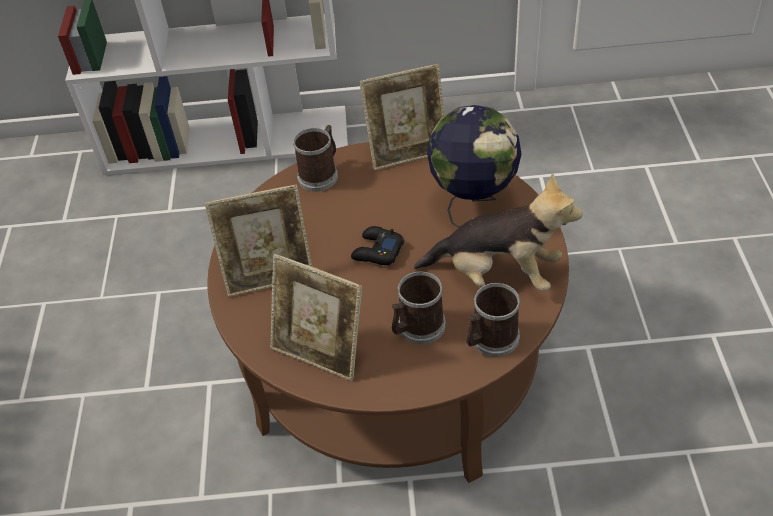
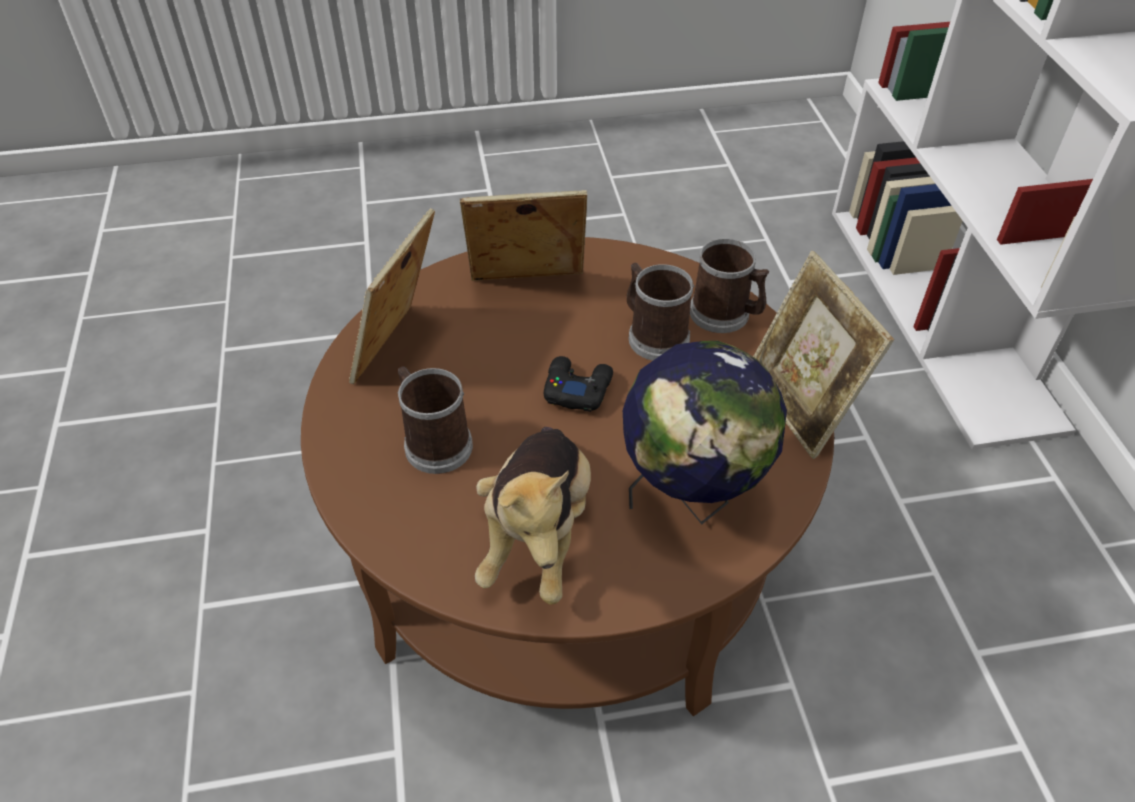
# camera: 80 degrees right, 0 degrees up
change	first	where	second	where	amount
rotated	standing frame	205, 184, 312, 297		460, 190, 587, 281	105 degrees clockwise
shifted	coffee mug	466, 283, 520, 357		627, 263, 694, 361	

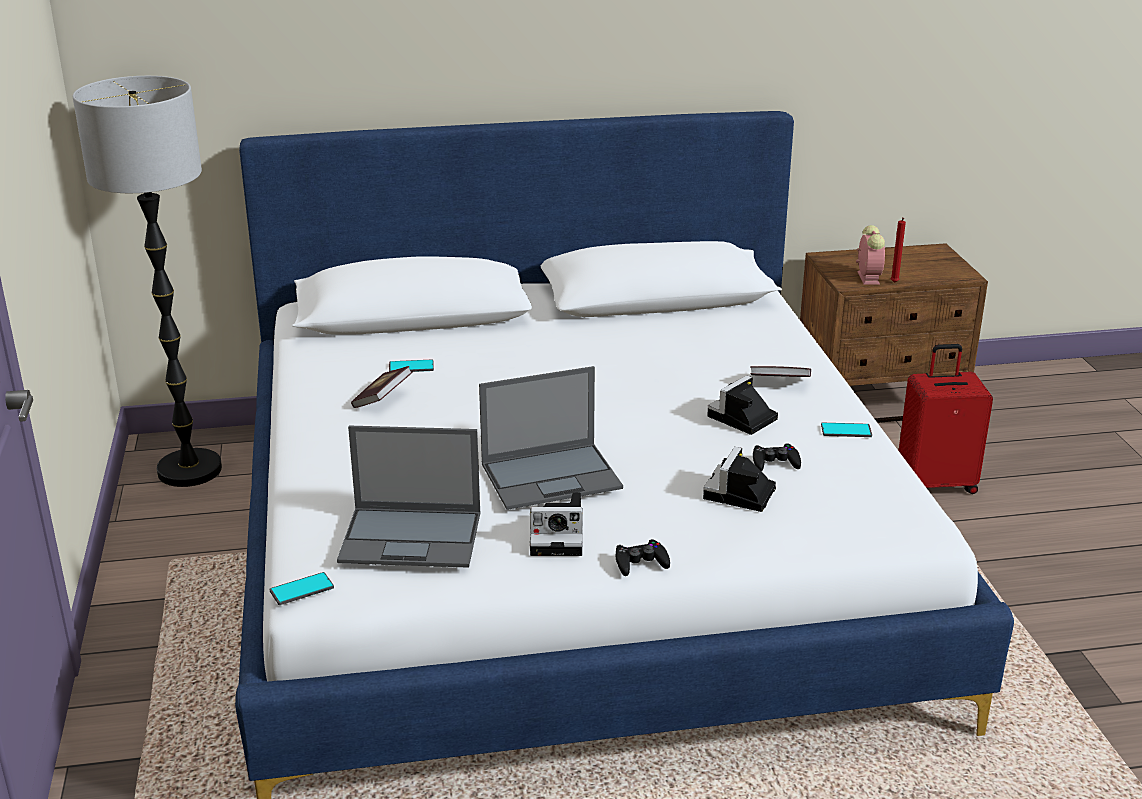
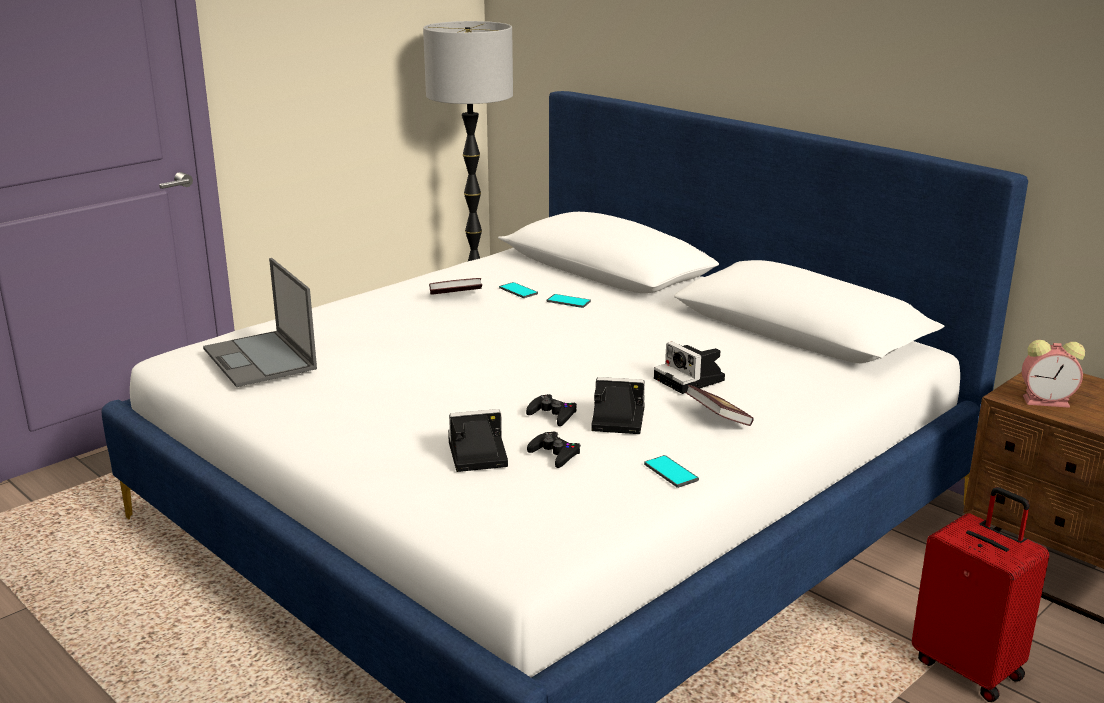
# camera: 55 degrees right, 5 degrees down
change	first	where	second	where	amount
shifted	blackish gamepad	616, 539, 670, 576		526, 394, 577, 426	
shifted	phone	270, 572, 334, 605		547, 294, 591, 308	
shifted	still camera	530, 492, 583, 556		654, 341, 725, 394	
rotated	bedside clock	856, 225, 885, 285		1022, 340, 1085, 408	45 degrees clockwise
gone	portable computer	479, 366, 623, 510			
gone	red-coloured candle	890, 217, 906, 283			

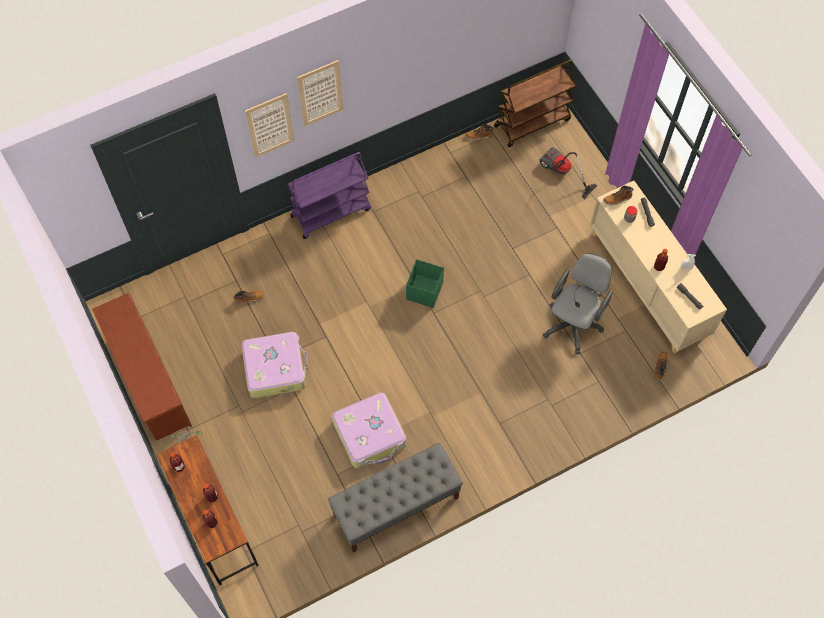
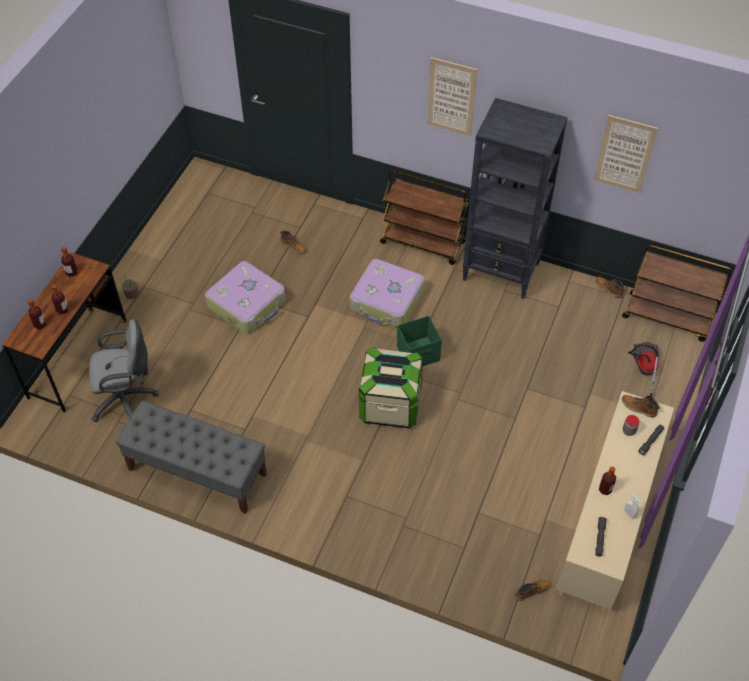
# camera: 50 degrees right, 10 degrees down
change	first	where	second	where	amount
shifted	gray office chair	543, 253, 613, 354		89, 319, 159, 422	
shifted	piece of luggage	332, 393, 406, 468		350, 259, 425, 328	
new			storage bin	359, 347, 423, 429	
repainted	purplish trolley	288, 152, 371, 239	brown trolley	380, 170, 469, 265	
new			blackish bookcase	463, 98, 568, 299	
shifted	wall picture	245, 93, 294, 158		594, 115, 658, 193	
gone	brown shoe stand	92, 293, 192, 441			

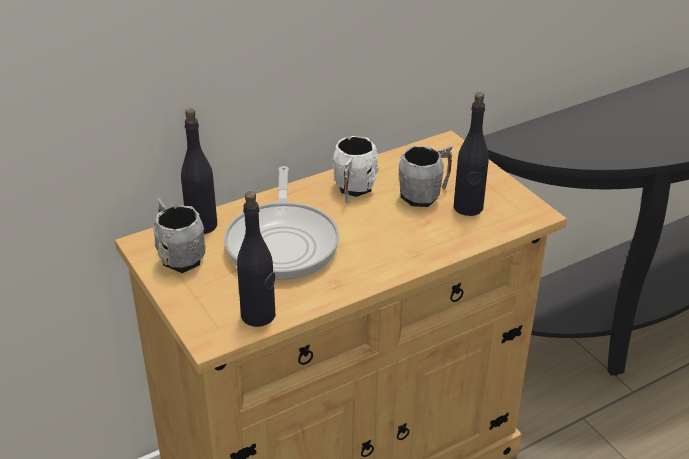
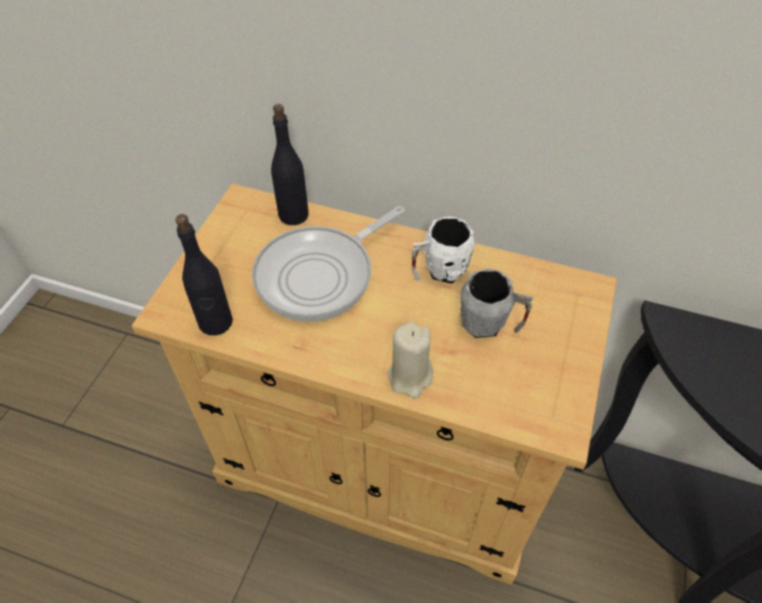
# camera: 50 degrees right, 15 degrees up
change	first	where	second	where	amount
new			sand-coloured candle	387, 321, 433, 398	
gone	gray coffee mug	153, 198, 205, 273			
gone	blackish drink bottle	454, 92, 489, 216			

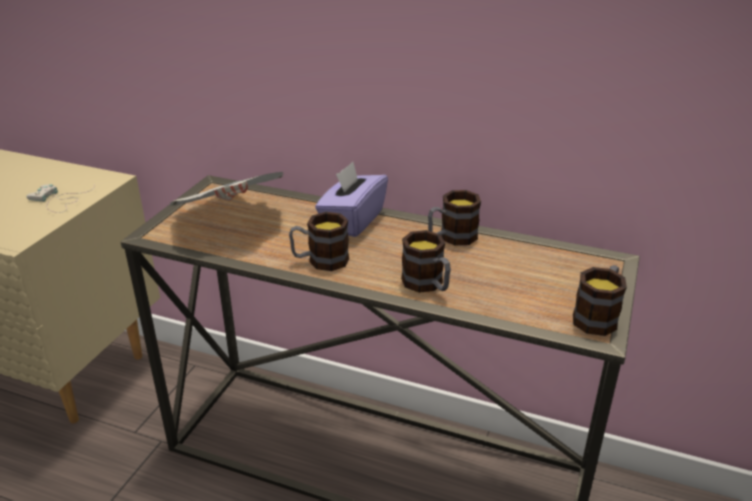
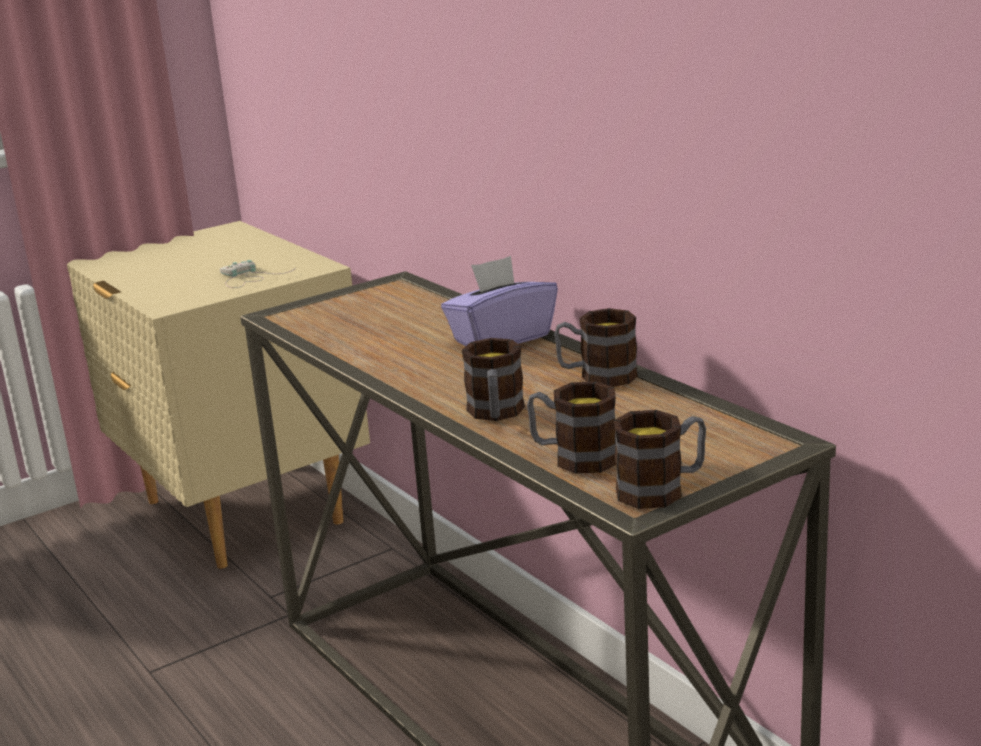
# camera: 35 degrees right, 10 degrees down
change	first	where	second	where	amount
shifted	coffee mug	289, 212, 349, 271		527, 381, 616, 474	
gone	printed paper	170, 172, 284, 206			

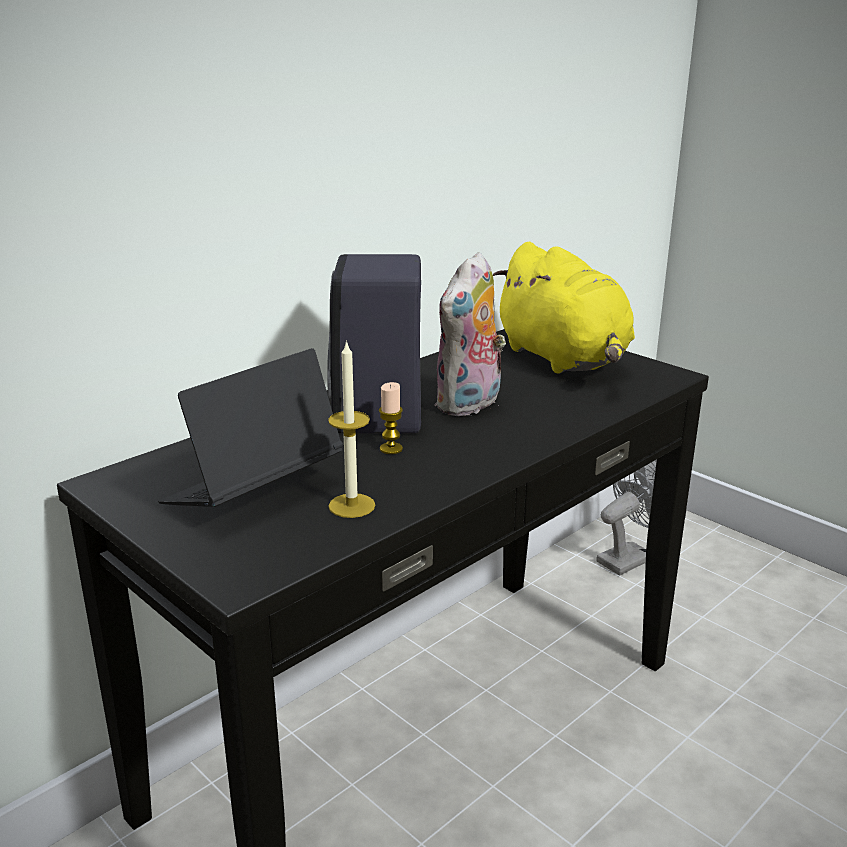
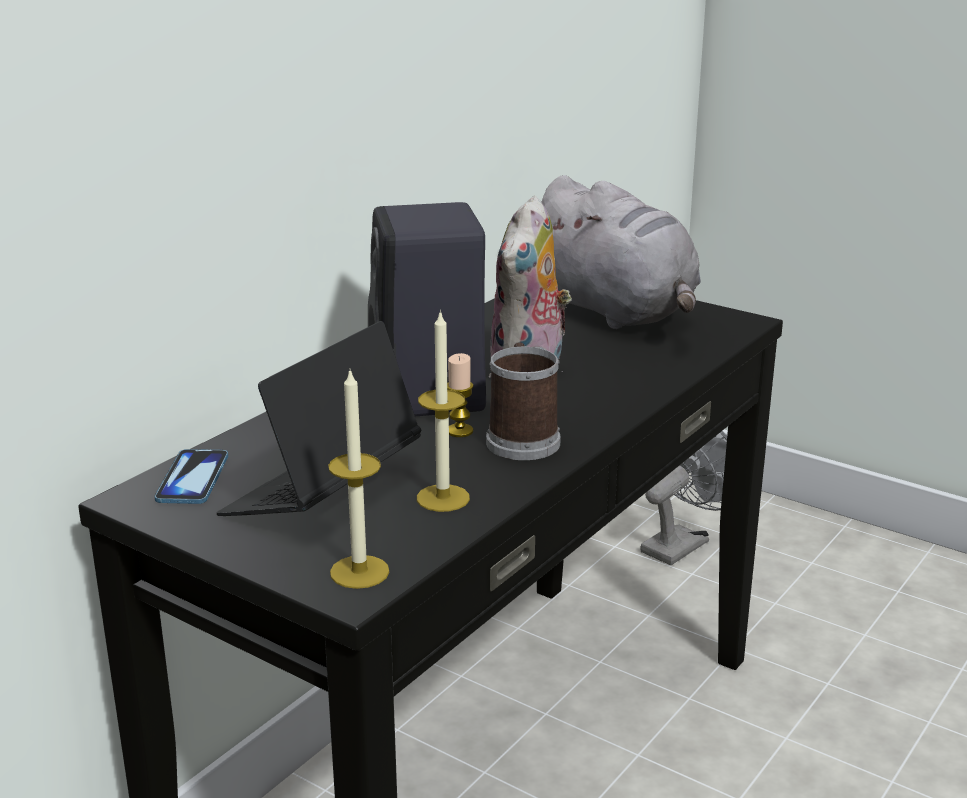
# camera: 10 degrees left, 0 degrees up
change	first	where	second	where	amount
new			phone	154, 449, 228, 504	
new			candle	328, 370, 389, 589	
new			coffee mug	486, 342, 561, 460	
repainted	yellow-coloured plush toy	493, 242, 635, 374	gray plush toy	542, 175, 701, 329	

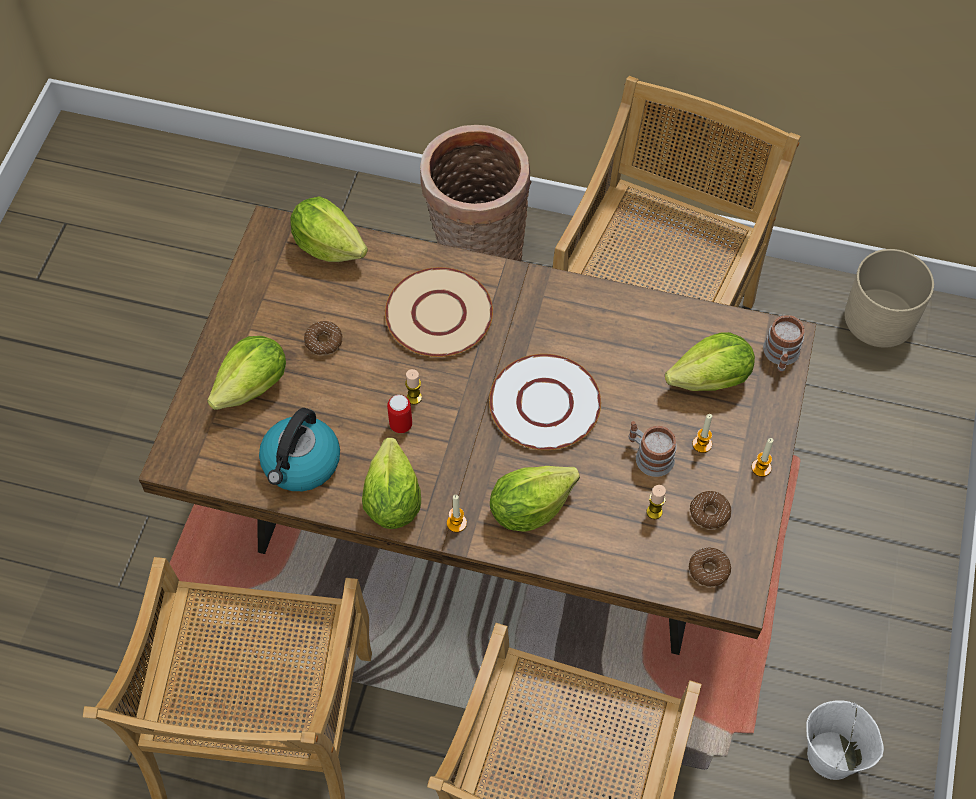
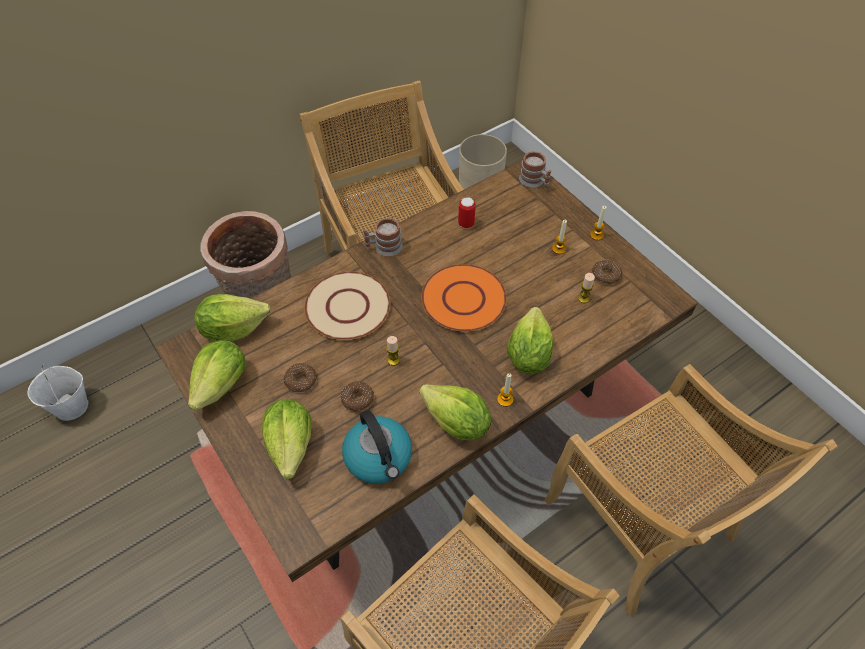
# camera: 50 degrees left, 5 degrees down
change	first	where	second	where	amount
shifted	white-coloured pail	806, 700, 884, 780		28, 364, 88, 421	
shifted	lettuce head	665, 332, 755, 391		188, 340, 245, 411	
shifted	ring doughnut	689, 548, 731, 587		341, 381, 374, 411	
shifted	coffee mug	629, 421, 677, 477		363, 218, 402, 256	
repainted	white-coloured plate	489, 354, 601, 450	orange-coloured plate	421, 264, 507, 332	
shifted	can	387, 395, 412, 433		458, 197, 476, 228	

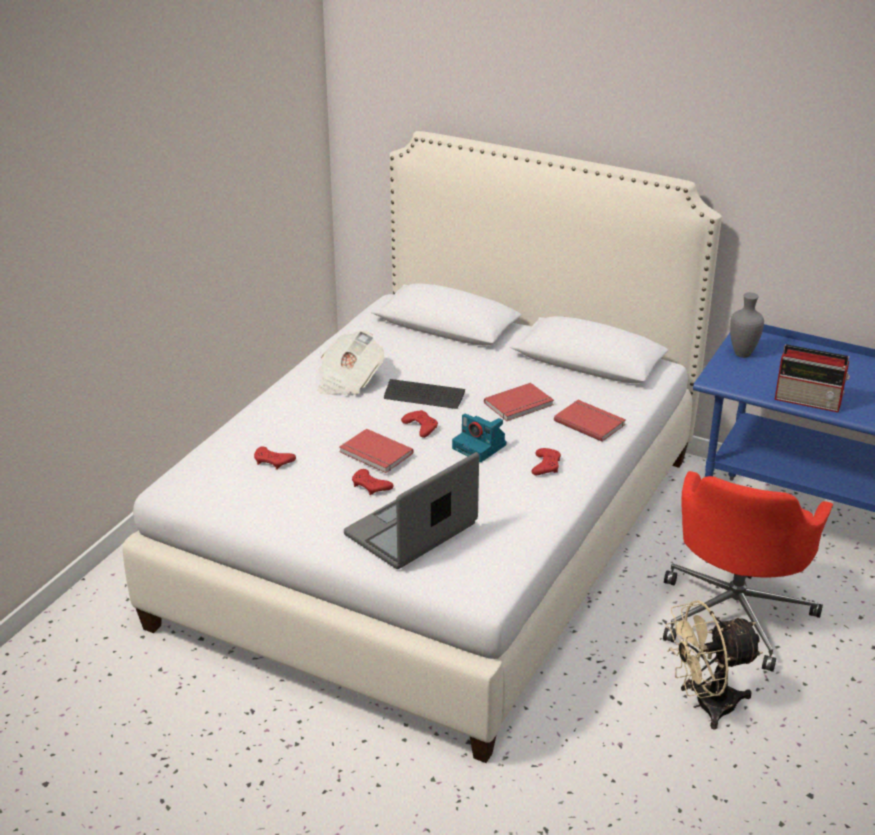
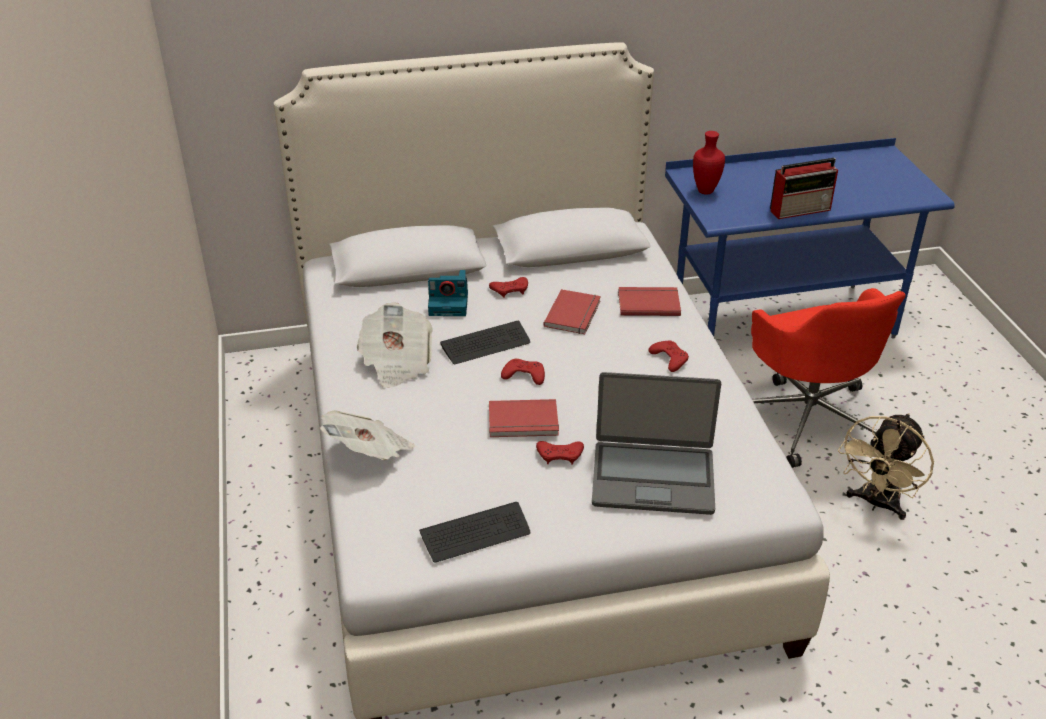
# camera: 40 degrees left, 5 degrees up
change	first	where	second	where	amount
new			printed paper	320, 410, 415, 460	
new			computer keyboard	419, 502, 530, 563	
shifted	still camera	452, 413, 507, 462		428, 270, 468, 316	
shifted	red-coloured gamepad	254, 447, 296, 470		489, 277, 528, 298	
rotated	portable computer	344, 452, 479, 569		592, 372, 721, 515	90 degrees counterclockwise
repainted	gray vase	730, 292, 764, 358	red-coloured vase	693, 131, 725, 194	

